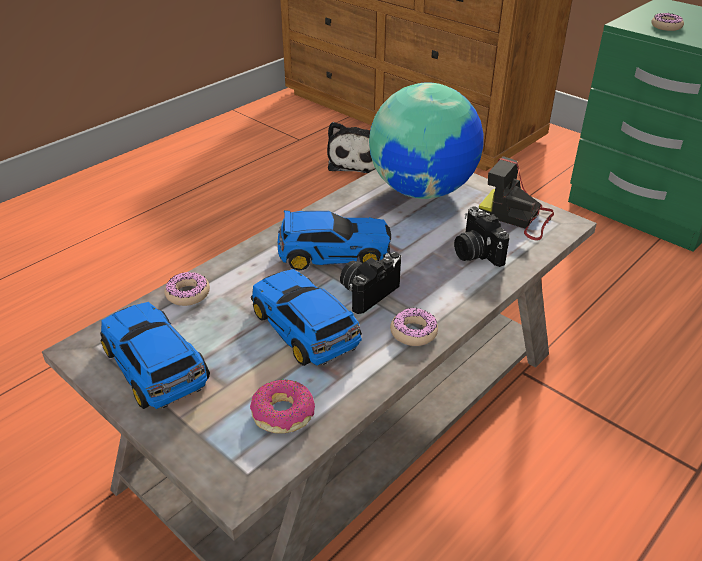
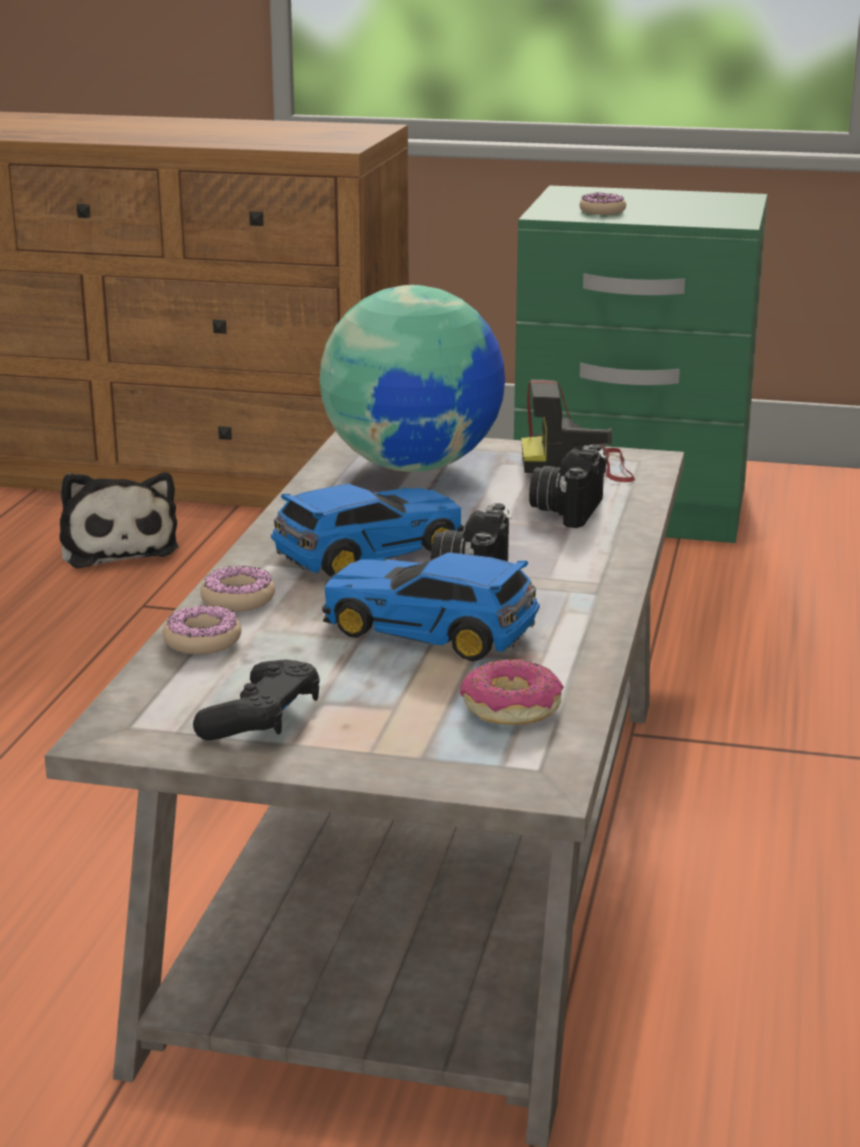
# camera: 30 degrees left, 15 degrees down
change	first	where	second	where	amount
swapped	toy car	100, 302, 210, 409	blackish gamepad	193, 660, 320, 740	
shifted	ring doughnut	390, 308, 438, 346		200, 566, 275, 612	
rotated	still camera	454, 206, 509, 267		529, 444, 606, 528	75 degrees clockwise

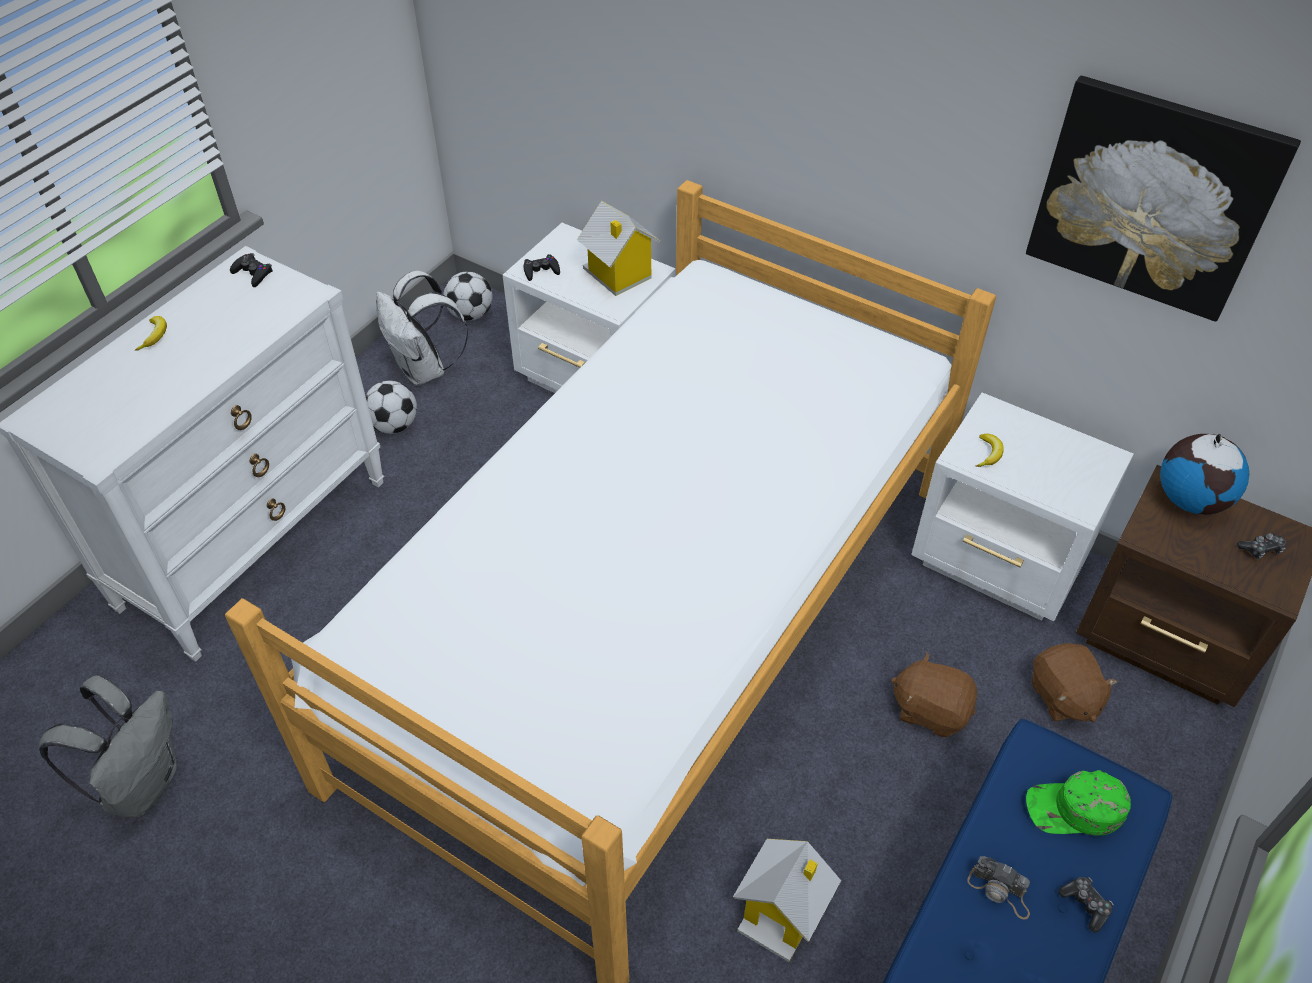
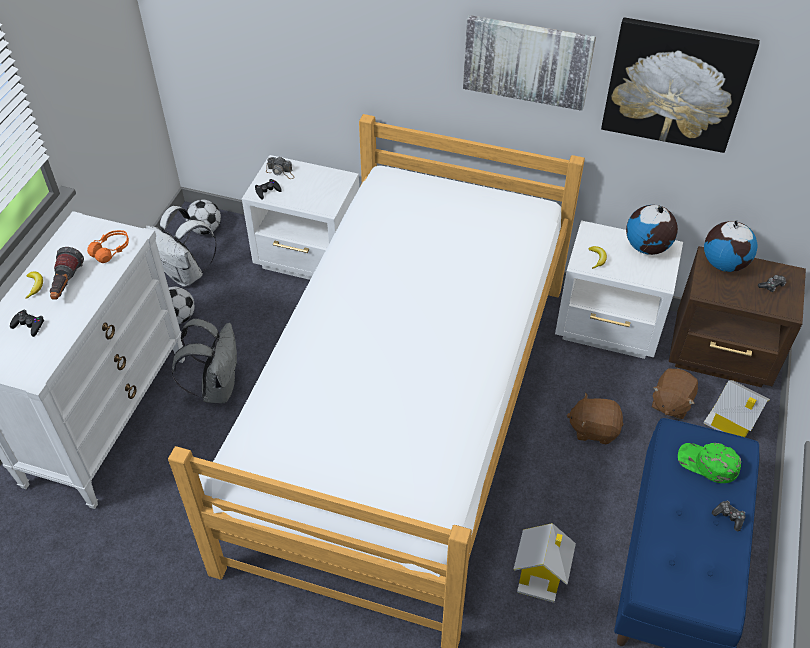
# camera: 15 degrees left, 0 degrees up
change	first	where	second	where	amount
shifted	blackish gamepad	230, 253, 273, 287		10, 310, 44, 337	
new			torch	50, 247, 84, 300	
new			orange-coloured headset	87, 230, 129, 263	
shifted	gray knapsack	39, 675, 177, 817		172, 319, 238, 403	
shifted	still camera	967, 856, 1030, 919		266, 157, 294, 179	
new			wall picture	463, 15, 596, 111	
new			desk globe	626, 205, 678, 255	
rotated	brown plush toy	1032, 643, 1118, 722		652, 368, 698, 419	60 degrees clockwise
rotated	green peaked cap	1026, 770, 1131, 836		678, 443, 741, 483	45 degrees clockwise
shifted	model house	577, 201, 662, 296		704, 380, 770, 437	

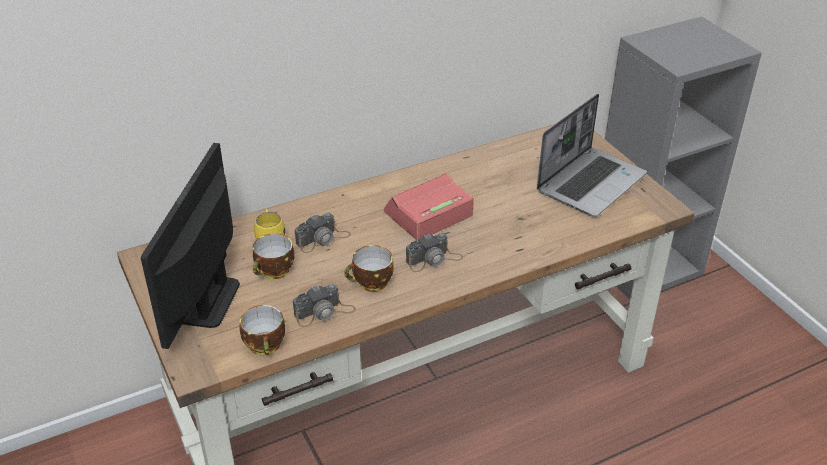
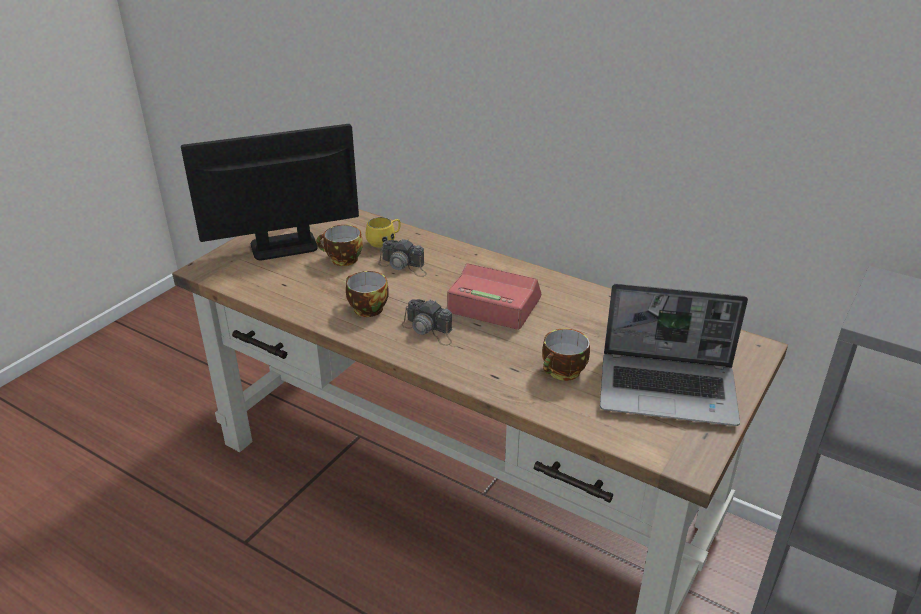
# camera: 60 degrees right, 5 degrees down
change	first	where	second	where	amount
shifted	cup	239, 305, 285, 356		542, 329, 590, 381	
gone	still camera	293, 284, 356, 327			

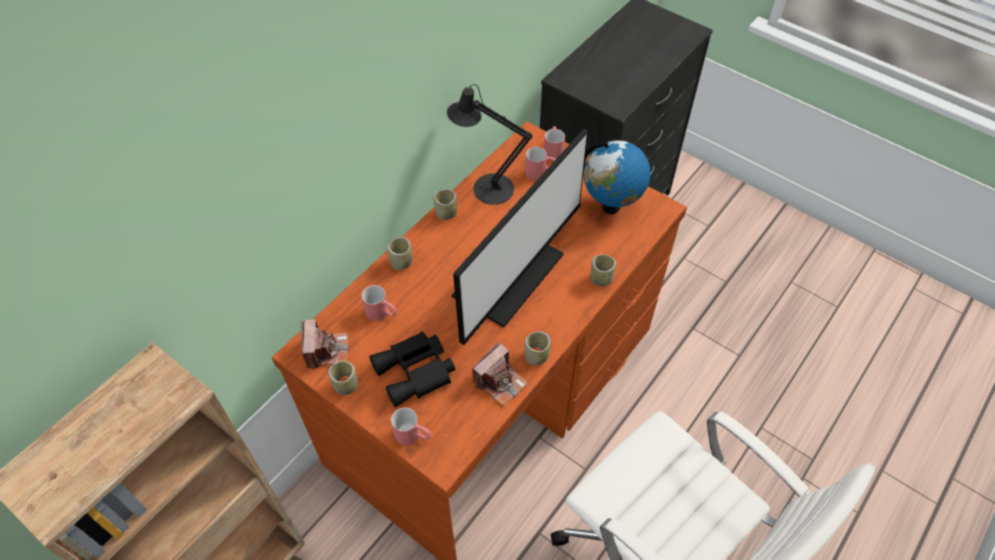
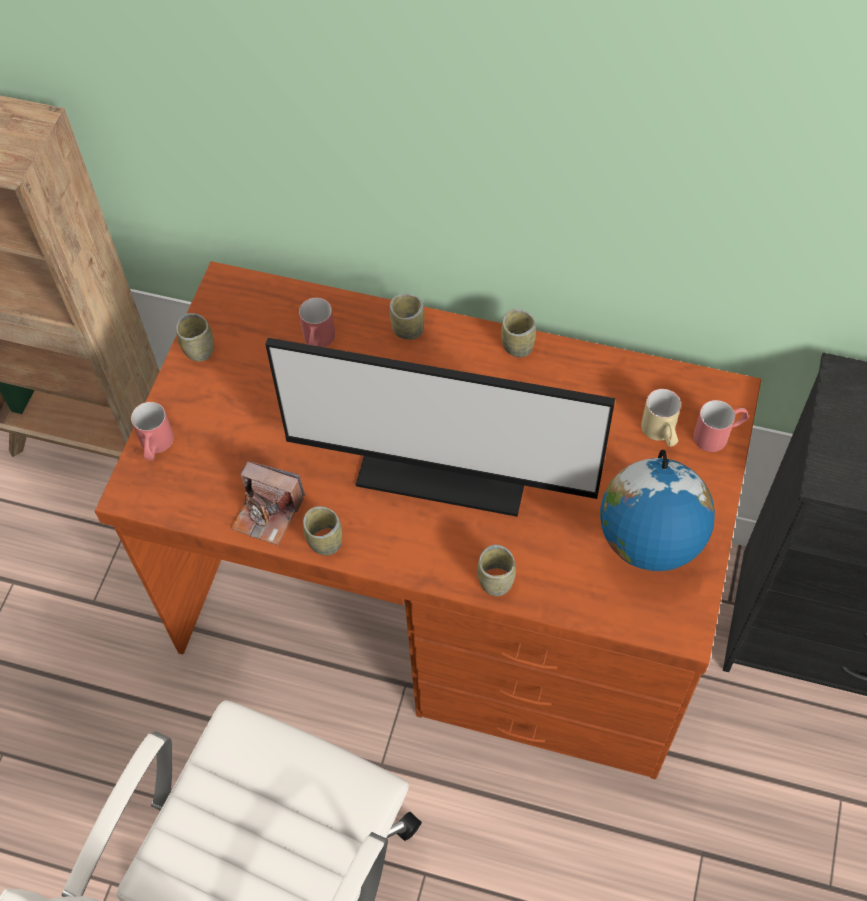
# camera: 70 degrees right, 5 degrees up
change	first	where	second	where	amount
repainted	red-coloured coffee mug	525, 147, 556, 180	sand-coloured coffee mug	641, 389, 681, 447	
gone	still camera	301, 319, 349, 370			
gone	blackish binoculars	369, 331, 455, 407			
gone	blackish table lamp	447, 84, 532, 205			

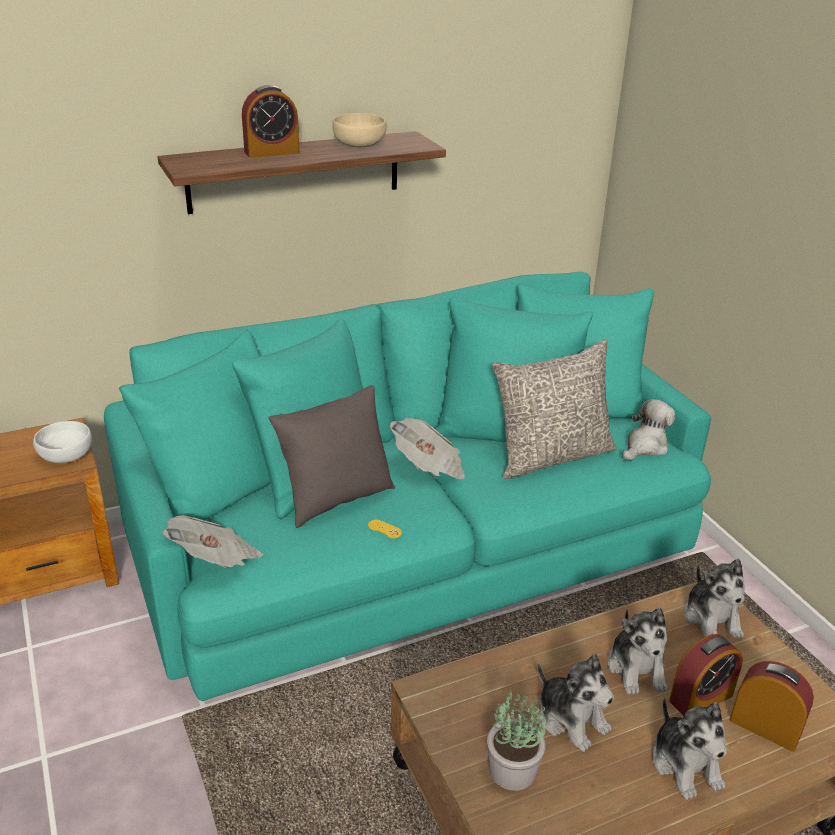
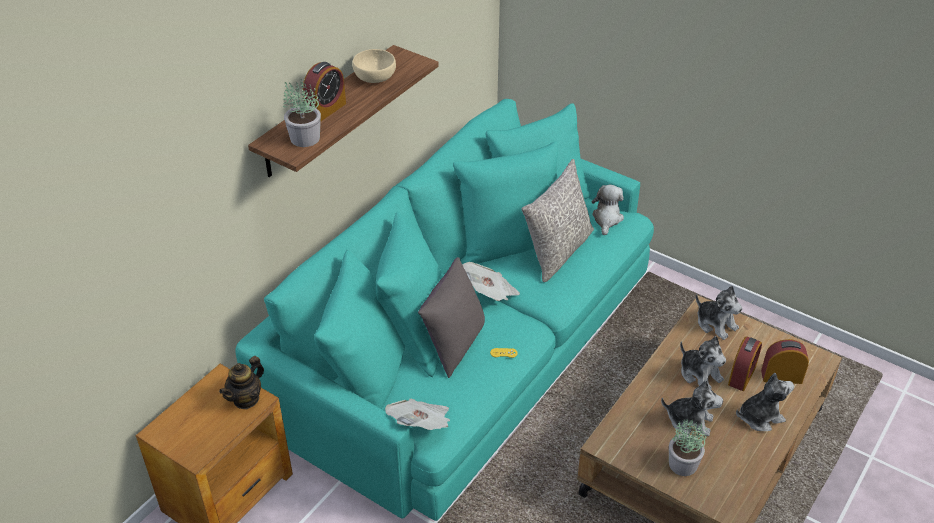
# camera: 30 degrees left, 10 degrees up
change	first	where	second	where	amount
swapped	white-coloured deep dish	33, 421, 92, 463	pot for tea	219, 356, 264, 409	
new			potted plant	283, 79, 321, 147	
rotated	plush toy	652, 698, 727, 800		736, 373, 794, 431	60 degrees counterclockwise

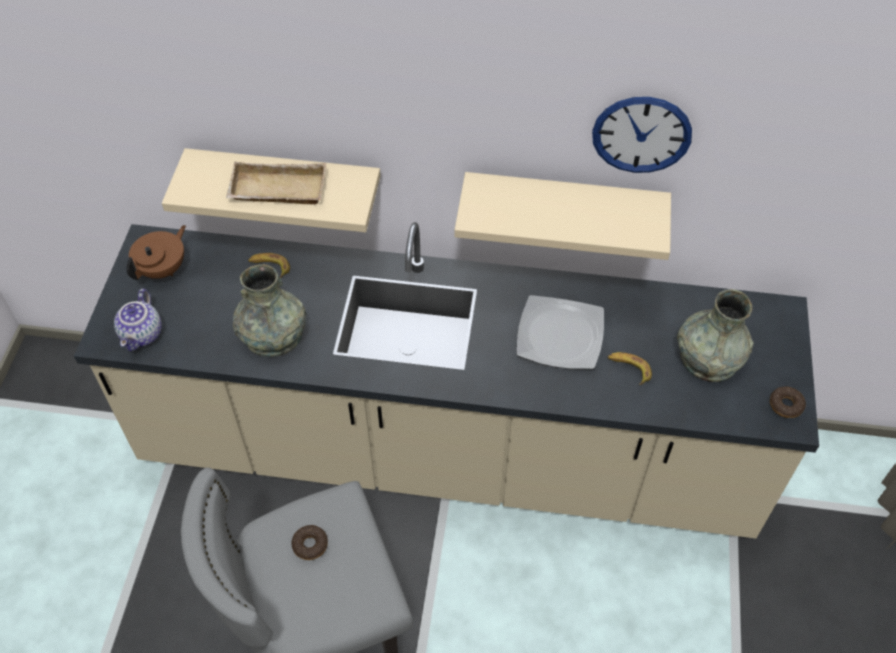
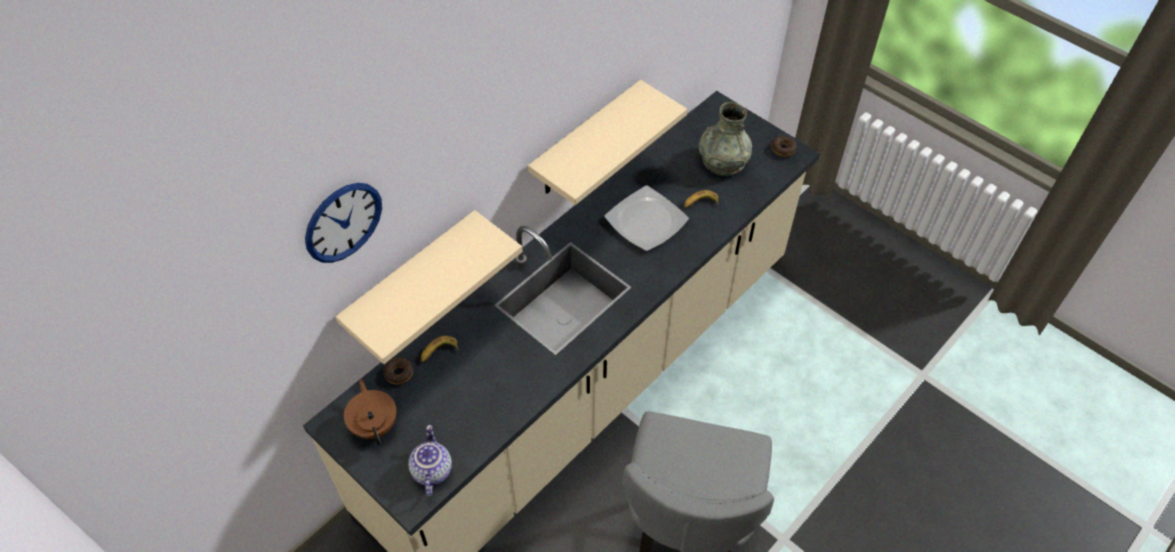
# camera: 55 degrees left, 0 degrees up
change	first	where	second	where	amount
shifted	wall clock	592, 97, 692, 173		305, 183, 382, 263	
shifted	ring doughnut	291, 525, 328, 560		383, 358, 413, 384	
rotated	pot for tea	114, 289, 162, 351		408, 425, 452, 496	135 degrees counterclockwise
gone	sand-coloured serving tray	226, 162, 326, 204			
gone	gray vase	233, 264, 306, 357			

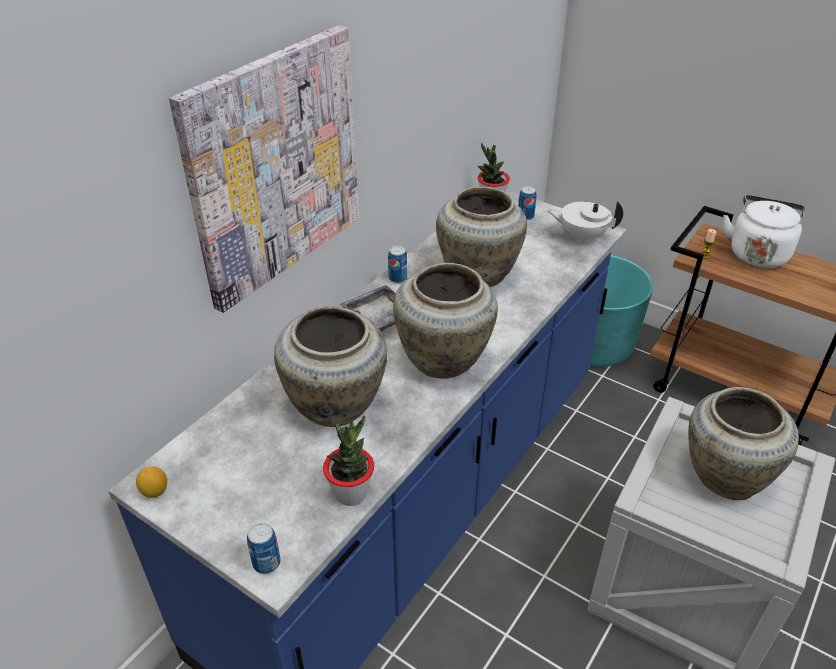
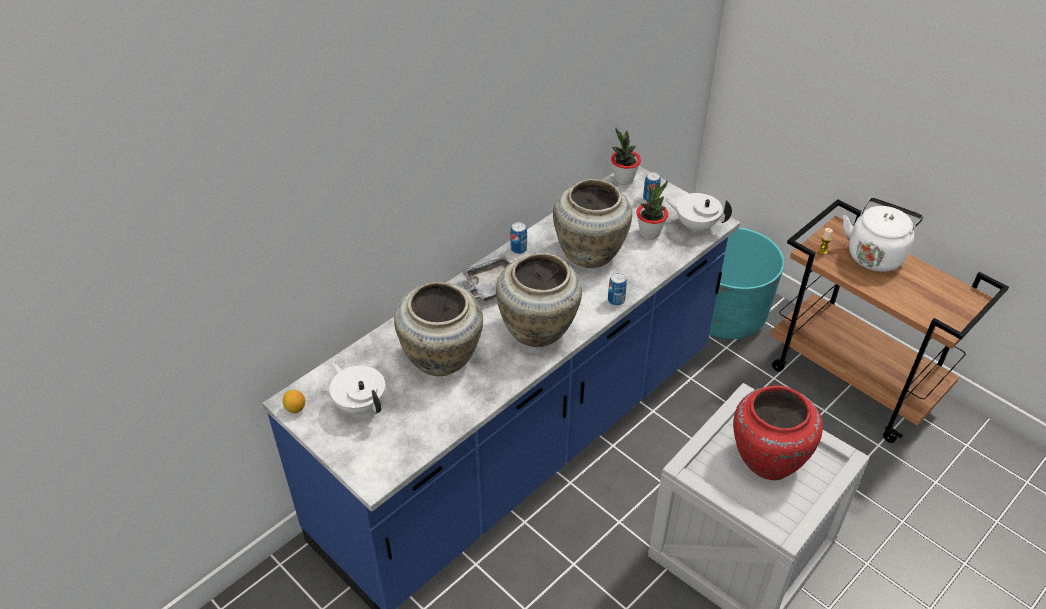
# camera: 10 degrees right, 5 degrees up
change	first	where	second	where	amount
new			white-coloured pot for tea	329, 362, 385, 414	
shifted	can	247, 523, 281, 574		608, 273, 627, 306	
shifted	potted plant	323, 416, 374, 506		636, 181, 668, 240	
repainted	sand-coloured vase	688, 387, 799, 500	red-coloured vase	733, 386, 823, 480	
gone	wall picture	169, 25, 359, 313			

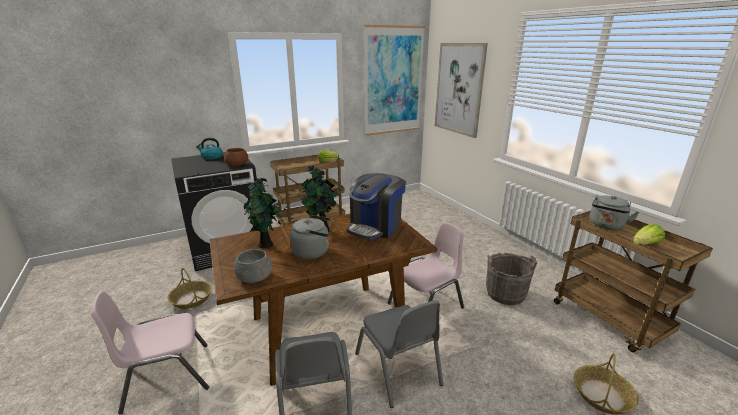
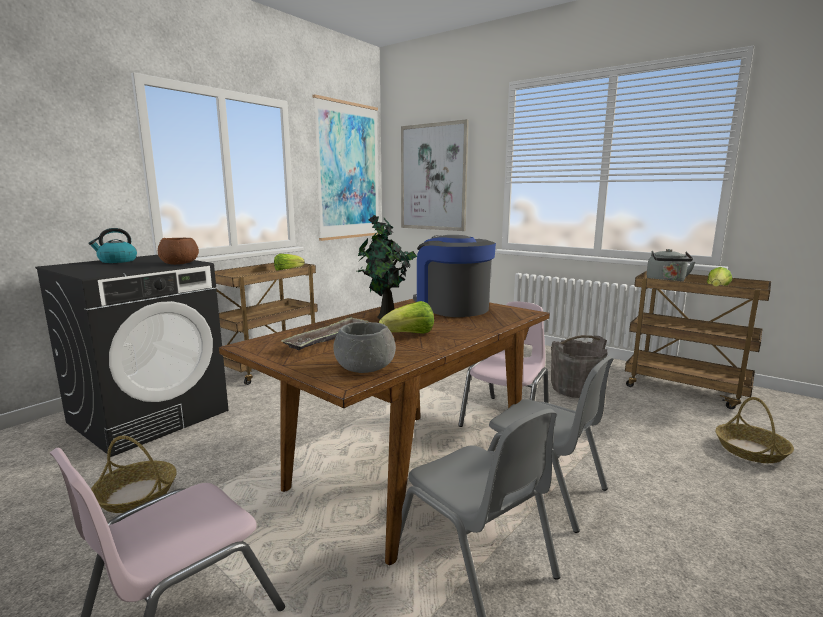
# camera: 25 degrees left, 10 degrees down
change	first	where	second	where	amount
swapped	potted plant	243, 178, 281, 248	serving tray	280, 316, 369, 351	
swapped	gray water kettle	290, 215, 331, 259	lettuce head	379, 301, 434, 334	
rotated	coffee brewer	347, 173, 406, 240		413, 235, 496, 317	135 degrees clockwise

